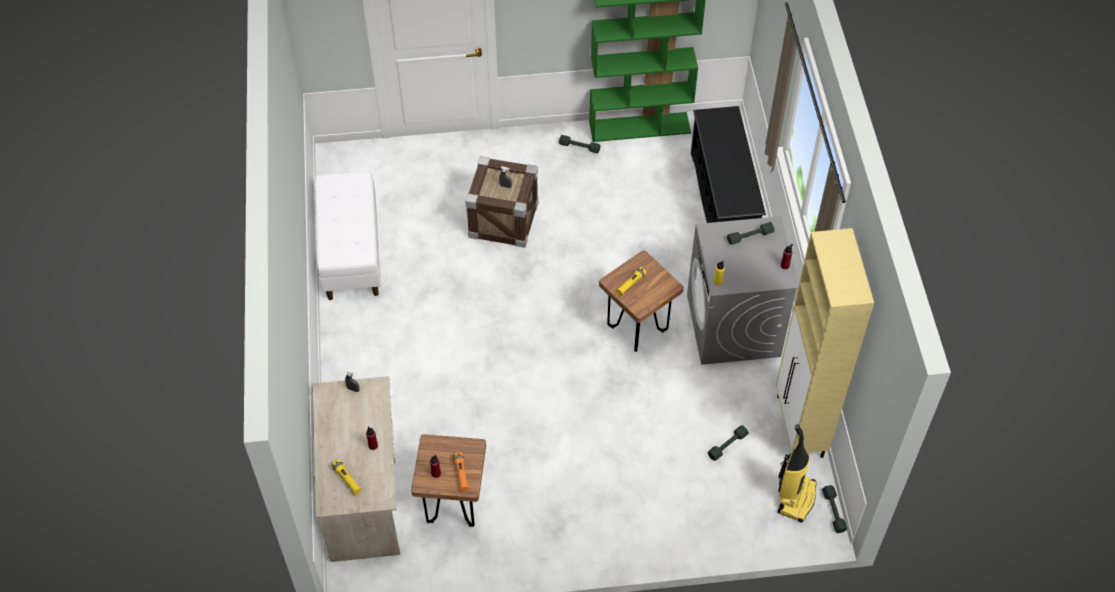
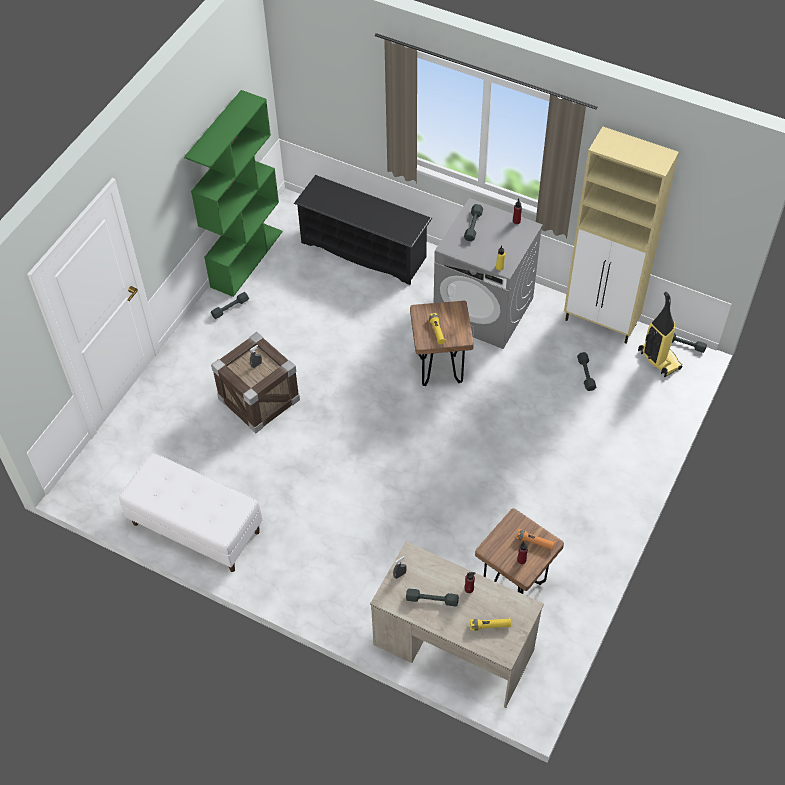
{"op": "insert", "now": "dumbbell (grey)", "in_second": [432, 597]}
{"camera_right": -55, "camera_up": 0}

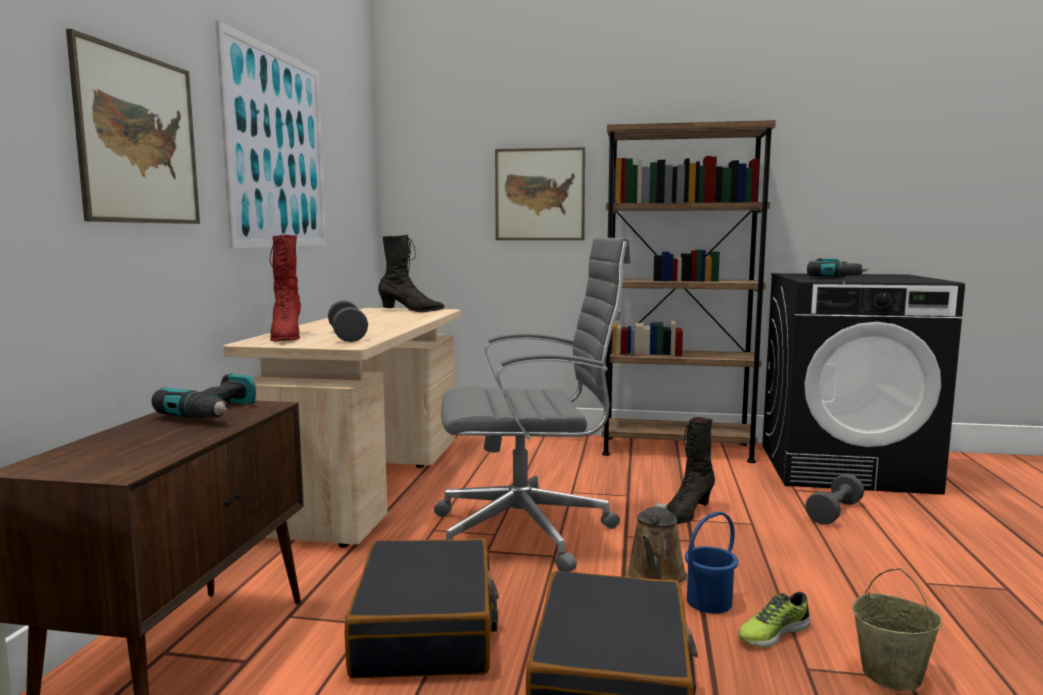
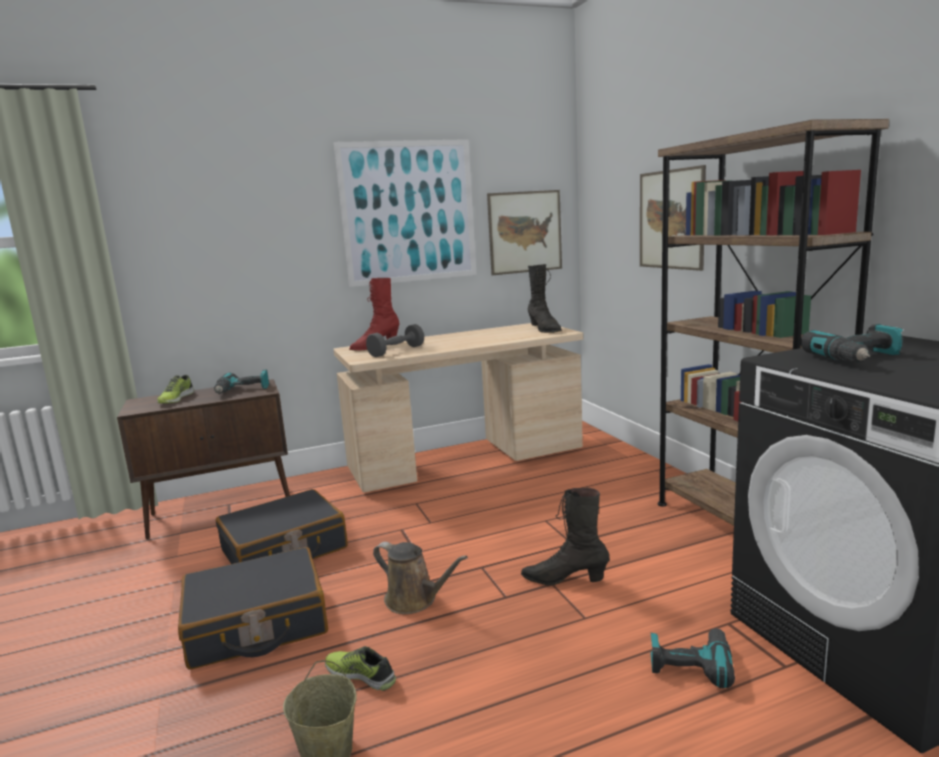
{"op": "move", "was": "picture", "in_first": [133, 126], "in_second": [524, 232]}
{"op": "delete", "was": "office chair (grey)", "in_first": [532, 405]}
{"op": "replace", "was": "dumbbell (grey)", "now": "power drill", "in_first": [835, 499], "in_second": [692, 658]}
{"op": "rotate", "was": "watering can (brown)", "in_first": [656, 543], "in_second": [420, 578], "clockwise": -135}
{"op": "delete", "was": "bucket (blue)", "in_first": [711, 563]}
{"op": "insert", "now": "shoe", "in_second": [175, 389]}
{"camera_right": 60, "camera_up": 5}

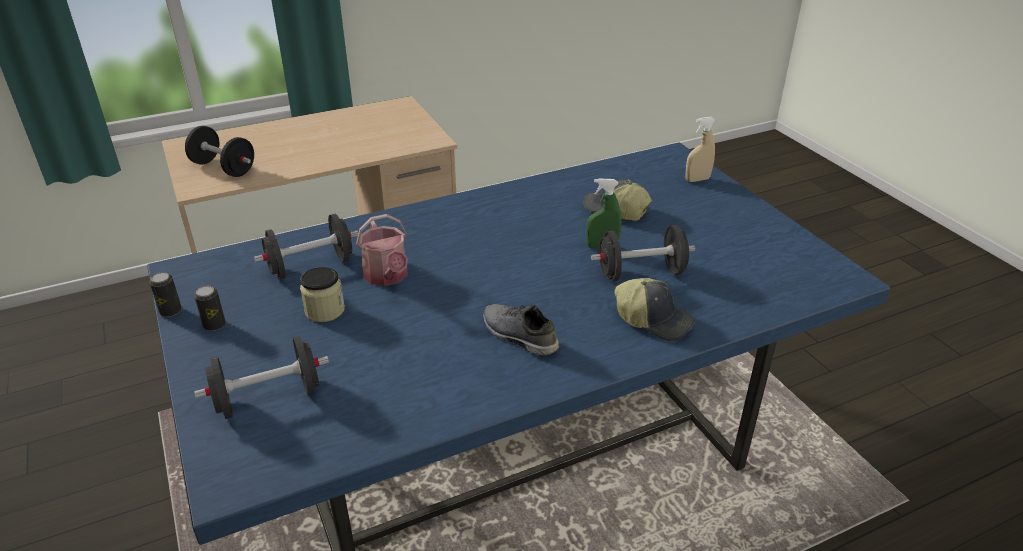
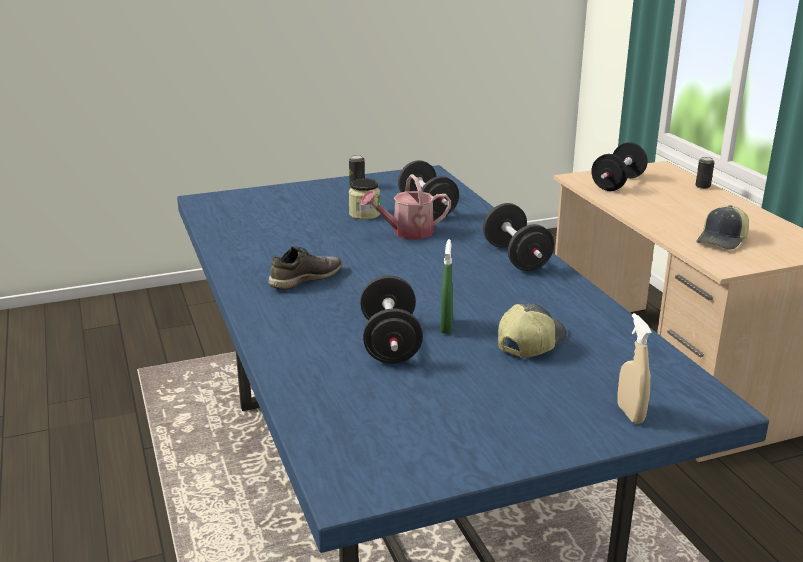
{"op": "move", "was": "can", "in_first": [165, 294], "in_second": [705, 173]}
{"op": "move", "was": "cap", "in_first": [654, 309], "in_second": [722, 227]}
{"op": "move", "was": "dumbbell (black)", "in_first": [261, 377], "in_second": [518, 237]}
{"camera_right": 95, "camera_up": -10}

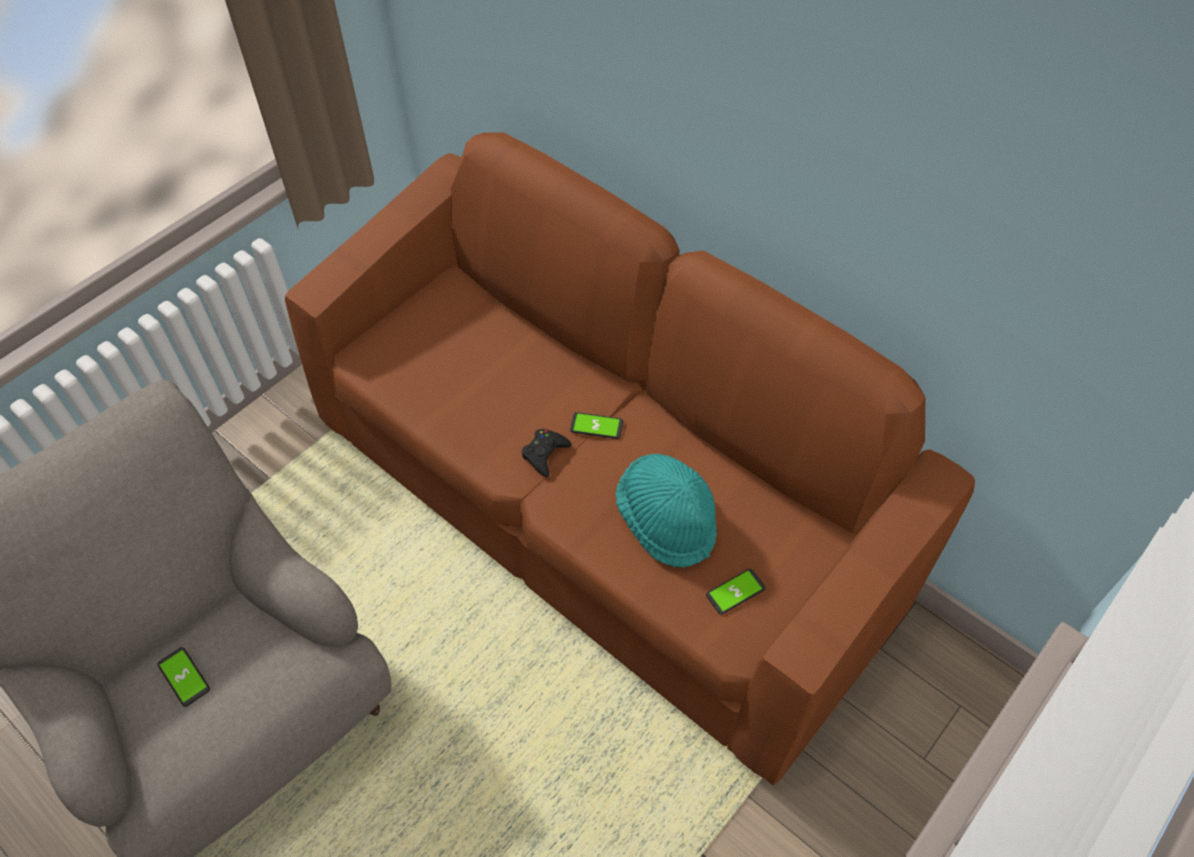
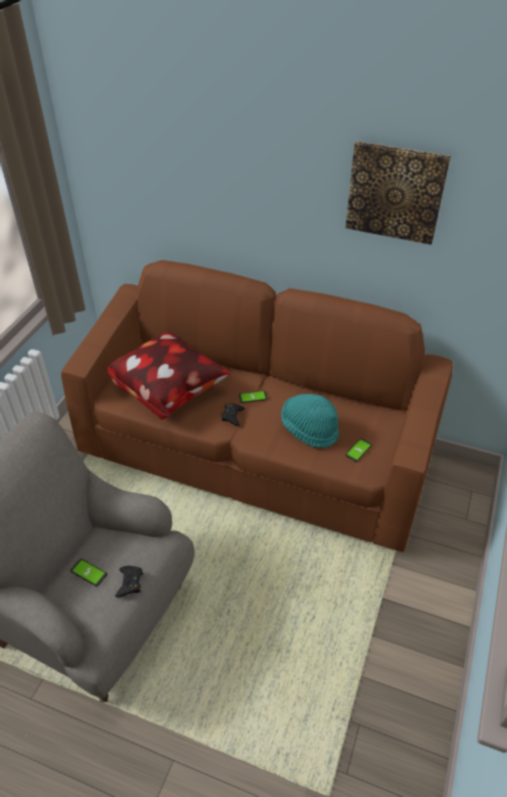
{"op": "insert", "now": "picture", "in_second": [398, 193]}
{"op": "insert", "now": "pillow", "in_second": [169, 376]}
{"op": "insert", "now": "game controller (black)", "in_second": [129, 581]}
{"camera_right": -20, "camera_up": -10}

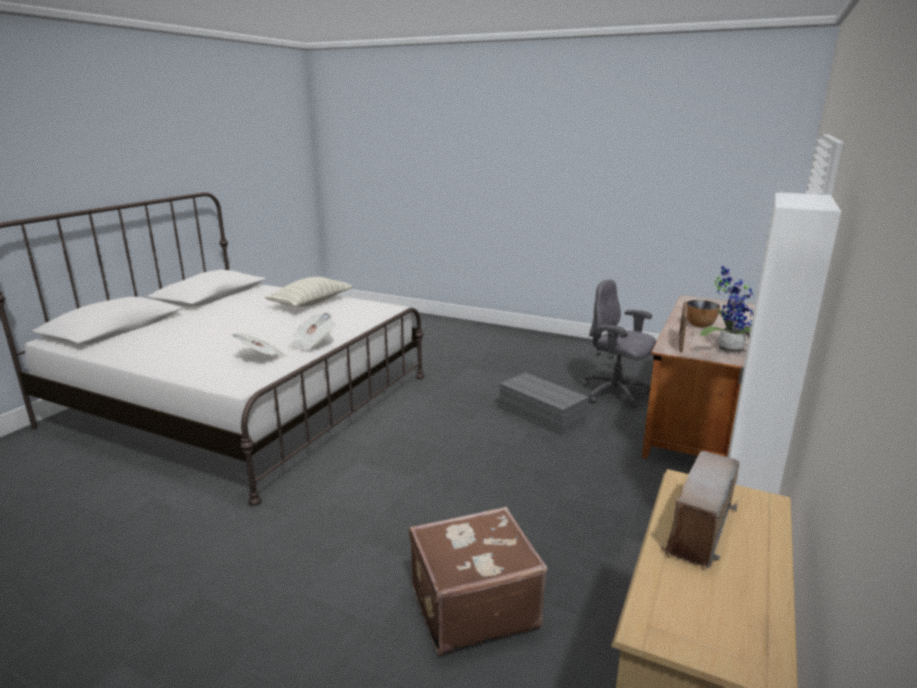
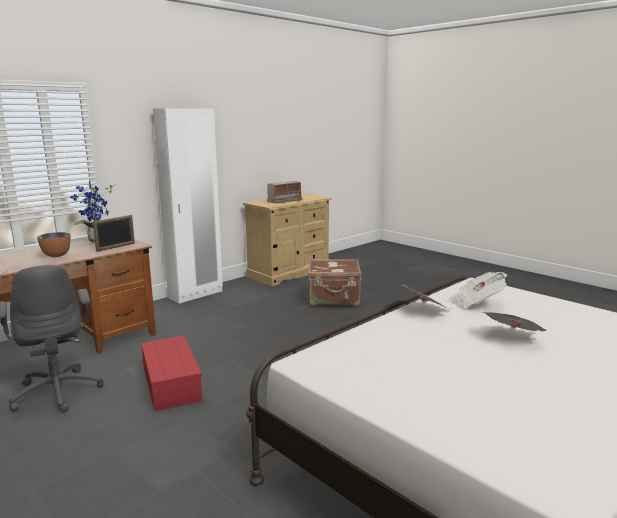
{"op": "delete", "was": "pillow", "in_first": [309, 292]}
{"op": "recolor", "was": "storage box (grey)", "now": "storage box (red)", "in_first": [544, 404], "in_second": [171, 374]}
{"op": "insert", "now": "newspaper", "in_second": [514, 322]}
{"camera_right": -160, "camera_up": -5}

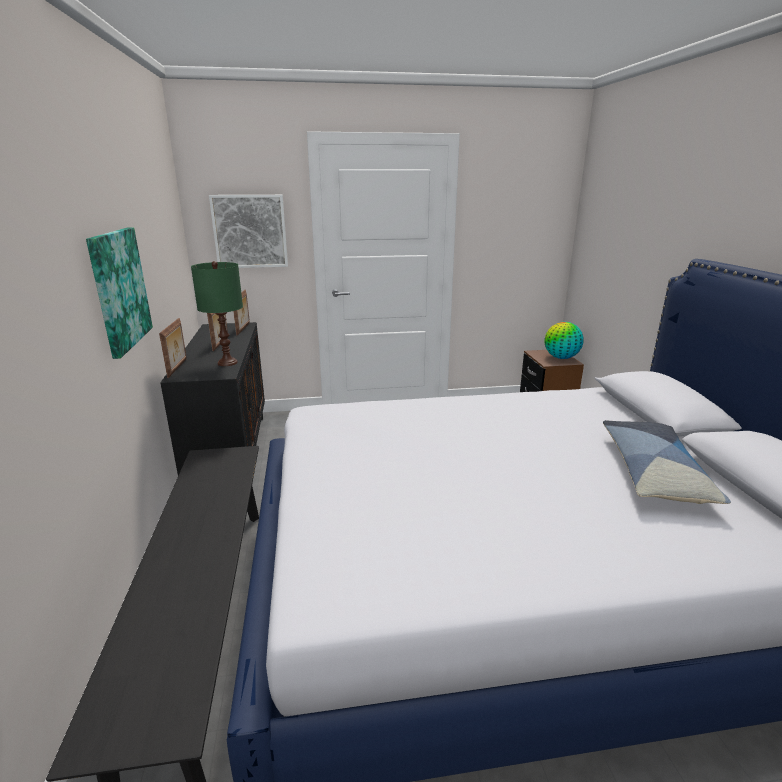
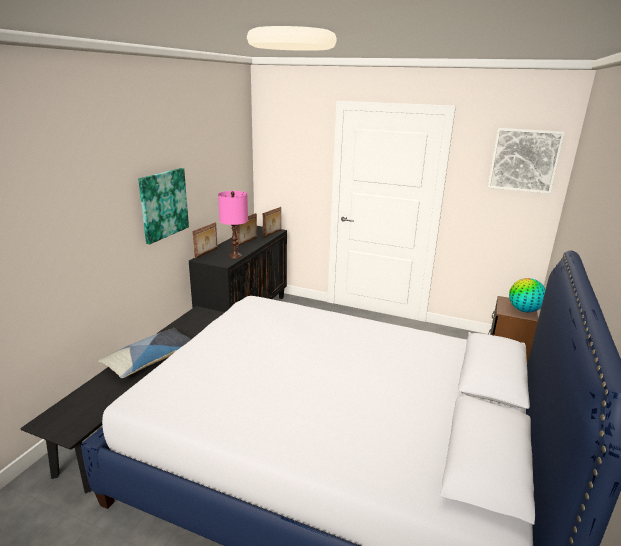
{"op": "move", "was": "picture", "in_first": [248, 231], "in_second": [526, 161]}
{"op": "recolor", "was": "table lamp (green)", "now": "table lamp (pink)", "in_first": [217, 313], "in_second": [233, 225]}
{"op": "move", "was": "pillow", "in_first": [667, 462], "in_second": [144, 353]}
{"camera_right": 30, "camera_up": 0}

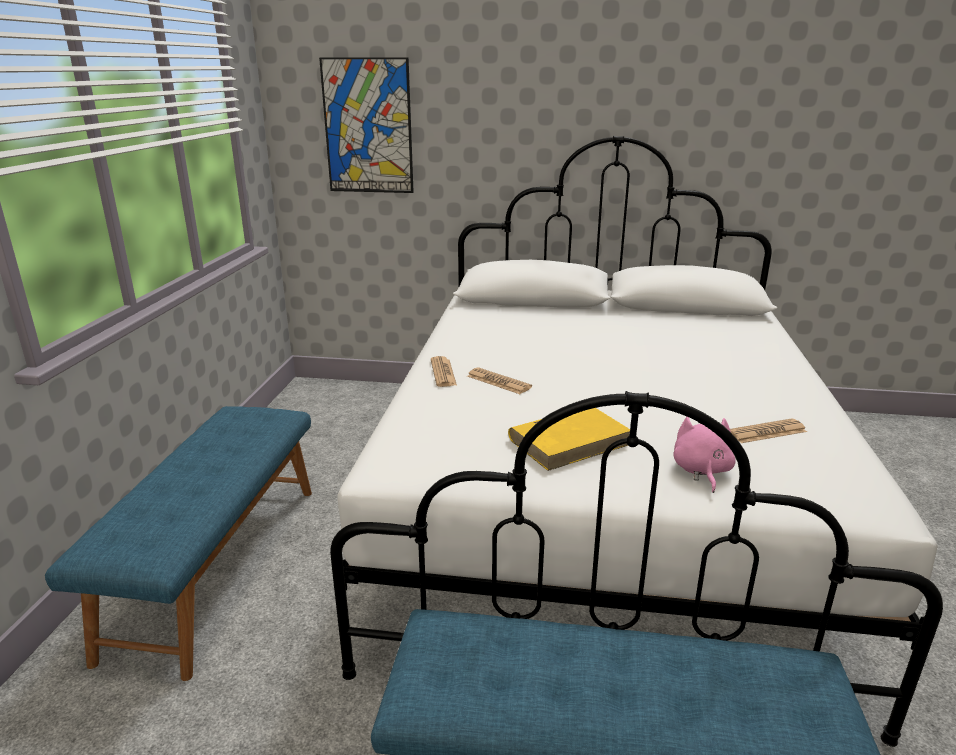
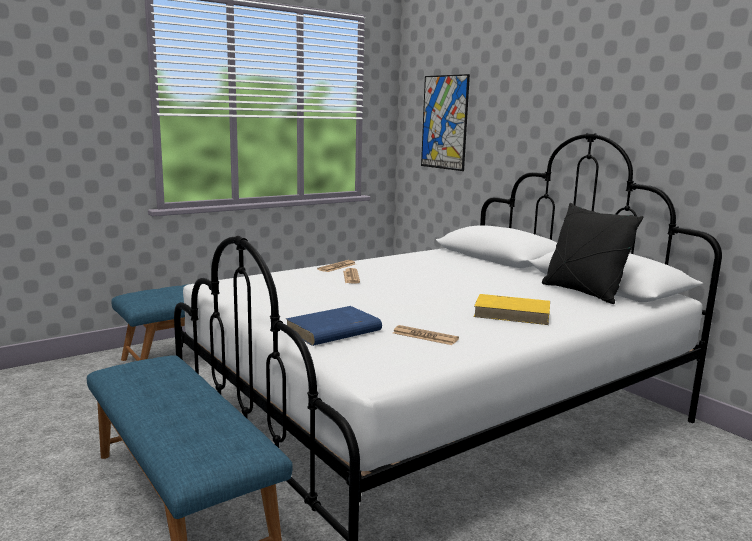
{"op": "move", "was": "book (yellow)", "in_first": [569, 439], "in_second": [511, 309]}
{"op": "replace", "was": "plush toy (pink)", "now": "book (blue)", "in_first": [704, 455], "in_second": [334, 326]}
{"op": "insert", "now": "pillow (black)", "in_second": [593, 253]}
{"camera_right": 45, "camera_up": -10}

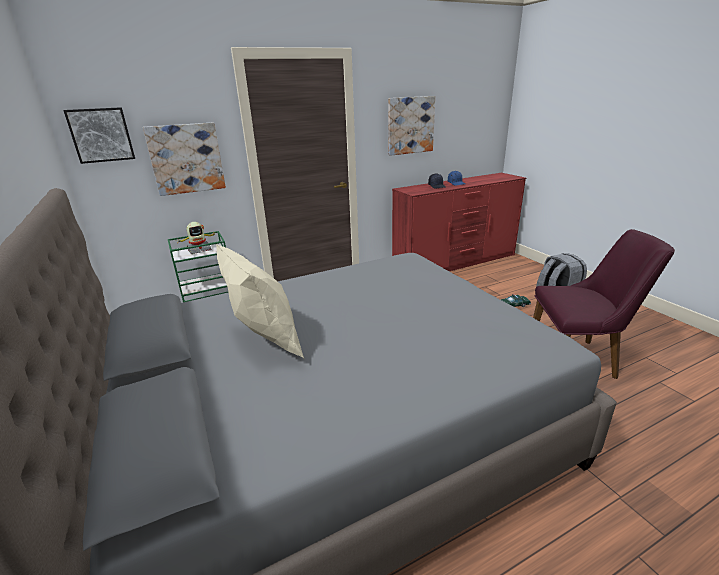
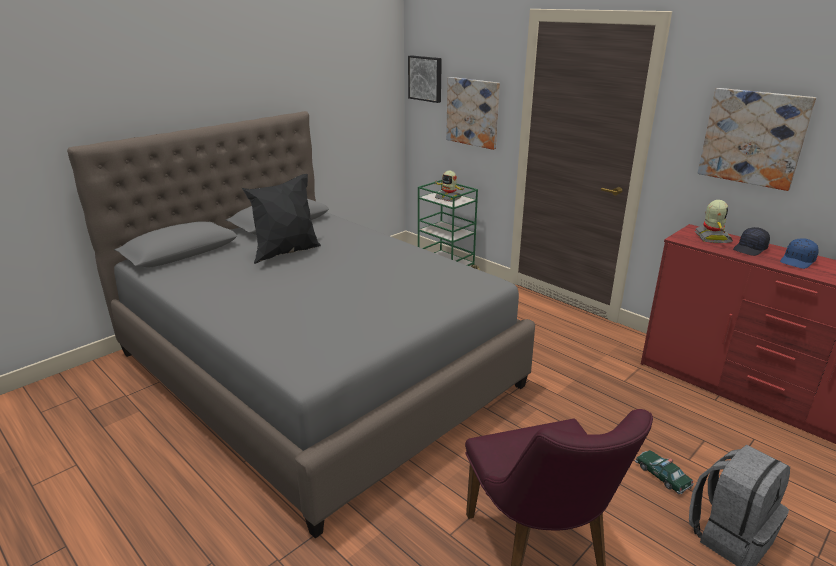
{"op": "recolor", "was": "pillow (beige)", "now": "pillow (black)", "in_first": [260, 301], "in_second": [281, 219]}
{"op": "insert", "now": "toy robot", "in_second": [714, 221]}
{"camera_right": 70, "camera_up": 0}

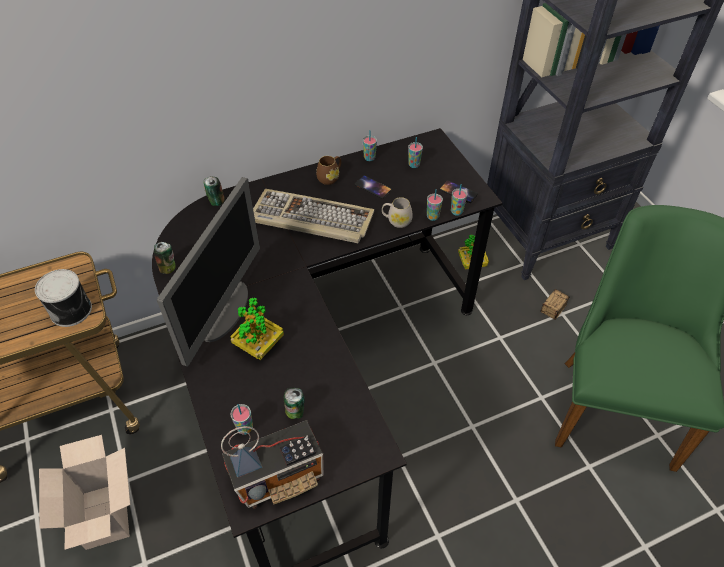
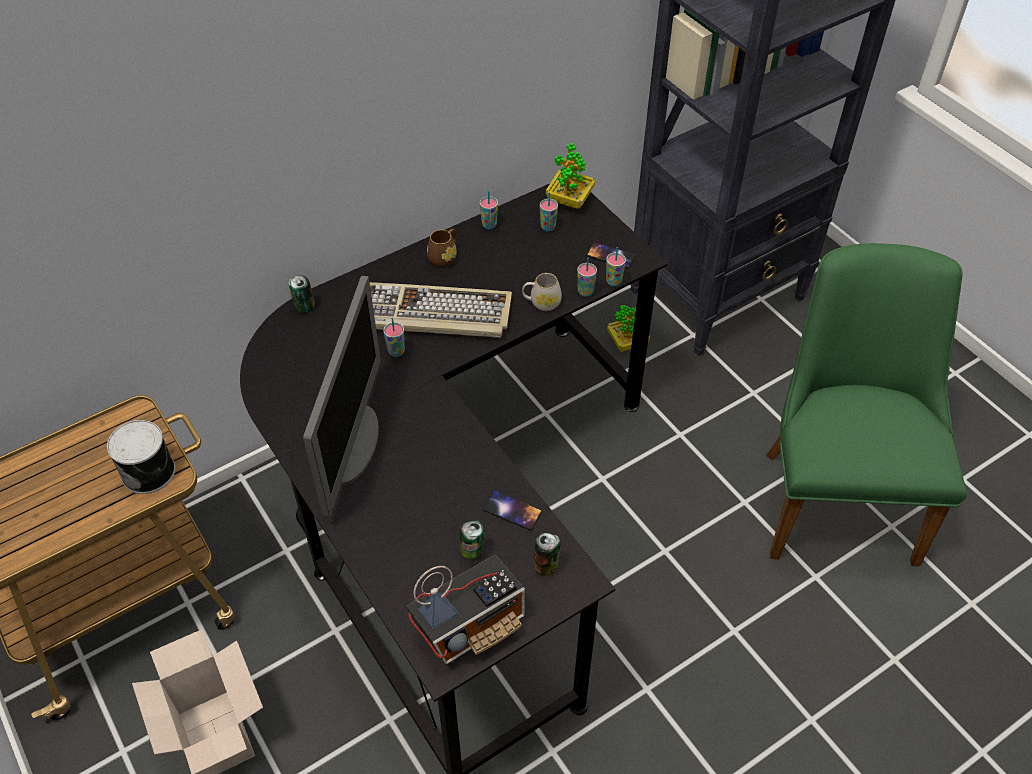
{"op": "move", "was": "phone", "in_first": [373, 187], "in_second": [512, 511]}
{"op": "move", "was": "can", "in_first": [164, 258], "in_second": [547, 554]}
{"op": "delete", "was": "storage box", "in_first": [554, 304]}
{"op": "move", "was": "potted plant", "in_first": [257, 329], "in_second": [570, 176]}
{"op": "move", "was": "cup", "in_first": [242, 419], "in_second": [394, 337]}
{"camera_right": -10, "camera_up": 0}

